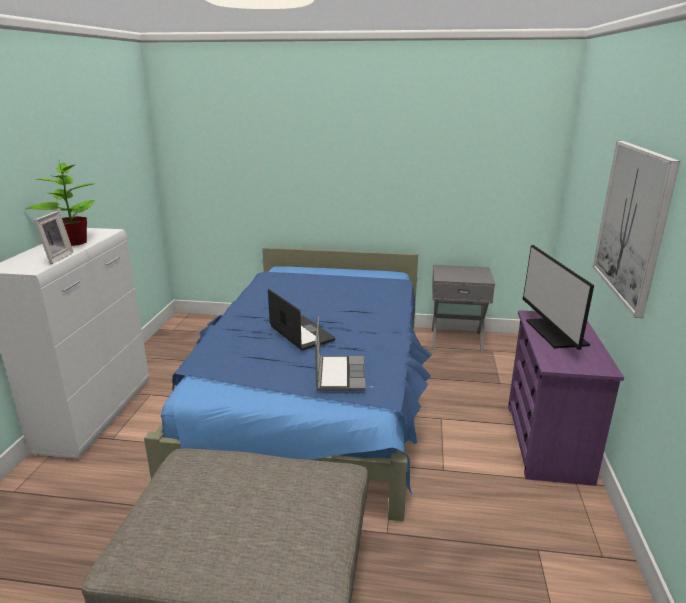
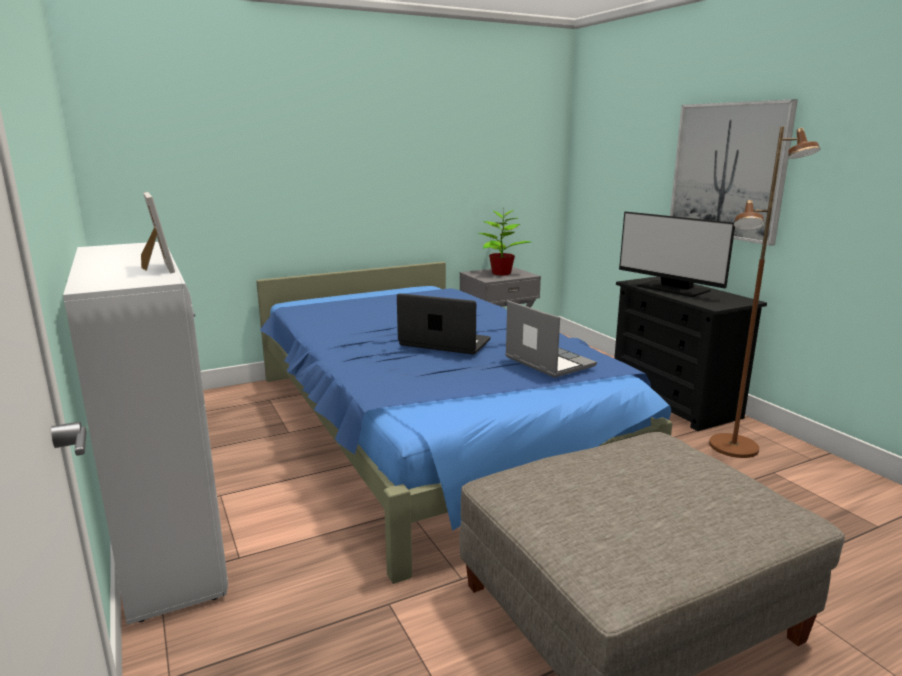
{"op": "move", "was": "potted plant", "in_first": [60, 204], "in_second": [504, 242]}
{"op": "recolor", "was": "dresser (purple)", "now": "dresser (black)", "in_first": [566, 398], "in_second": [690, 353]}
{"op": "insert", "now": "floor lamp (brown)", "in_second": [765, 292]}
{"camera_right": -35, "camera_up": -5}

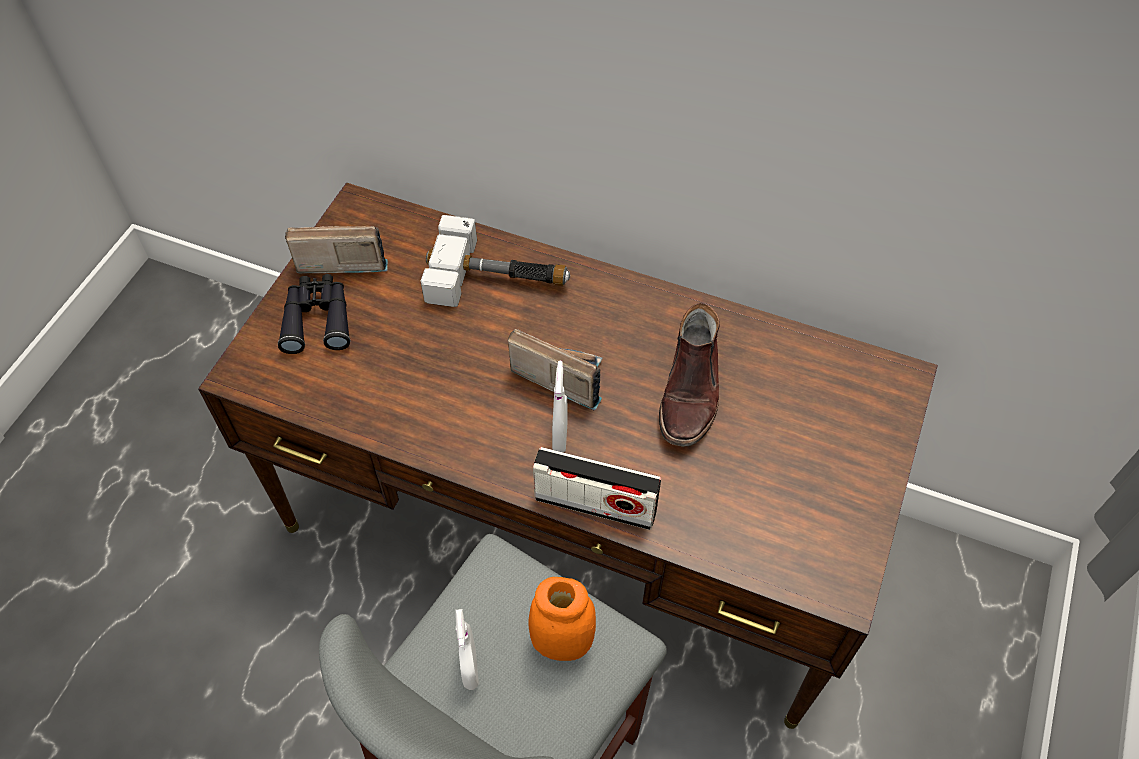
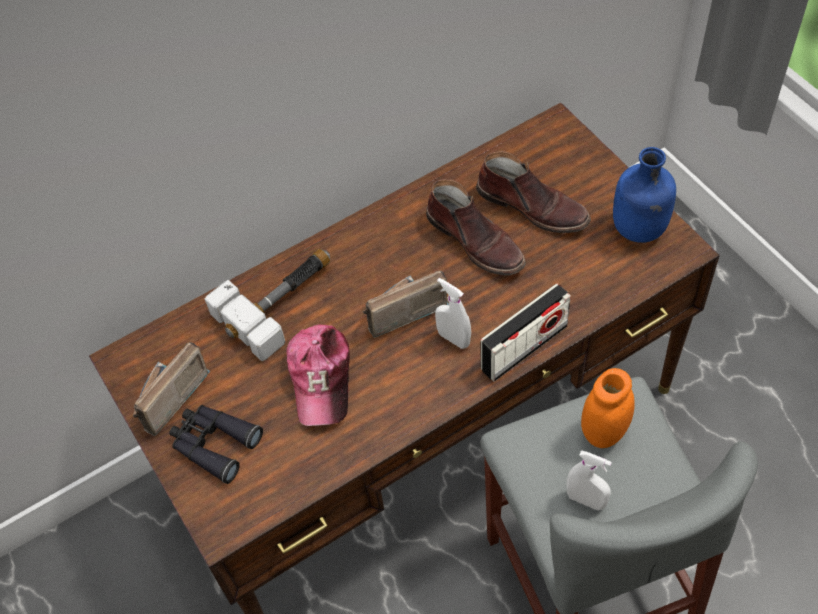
{"op": "insert", "now": "bottle (blue)", "in_second": [644, 195]}
{"op": "insert", "now": "boot (brown)", "in_second": [533, 192]}
{"op": "insert", "now": "cap", "in_second": [318, 375]}
{"camera_right": -50, "camera_up": 0}

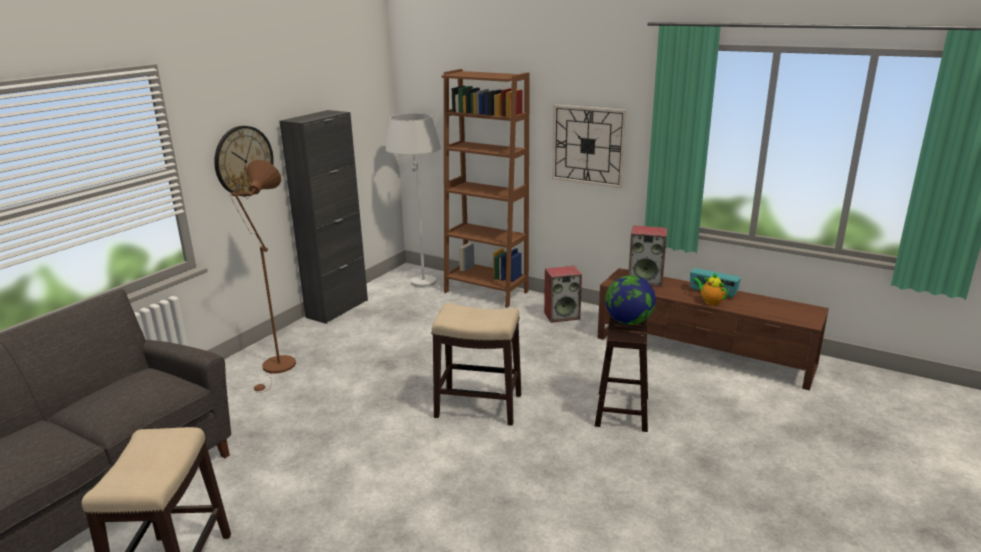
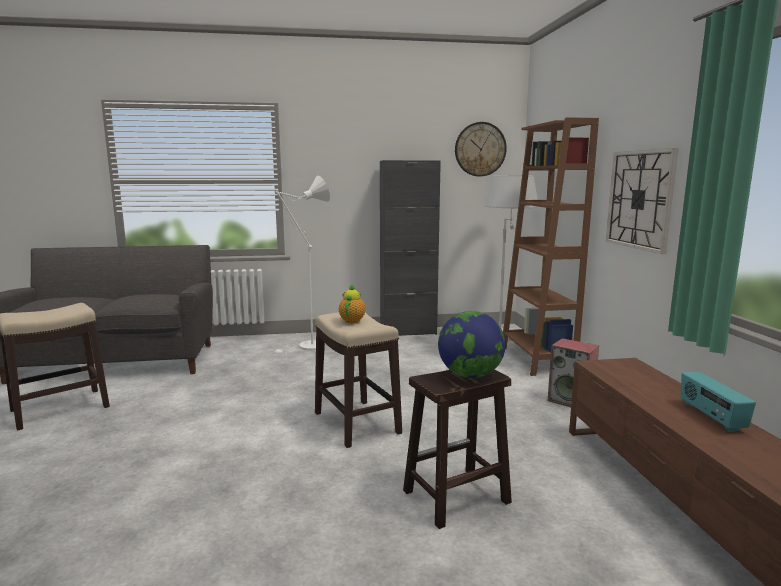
{"op": "move", "was": "wall clock", "in_first": [244, 161], "in_second": [481, 149]}
{"op": "recolor", "was": "floor lamp (brown)", "now": "floor lamp (white)", "in_first": [263, 276], "in_second": [301, 265]}
{"op": "delete", "was": "speaker", "in_first": [647, 256]}
{"op": "move", "was": "teapot", "in_first": [710, 289], "in_second": [352, 303]}
{"camera_right": 50, "camera_up": -10}

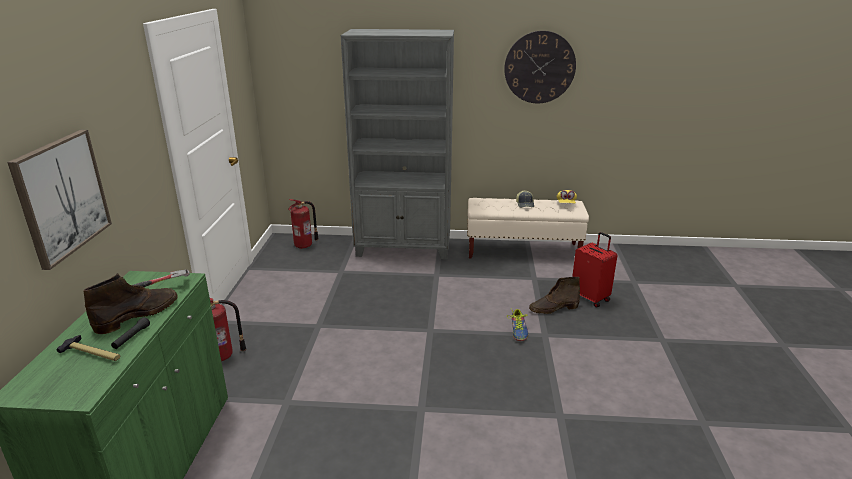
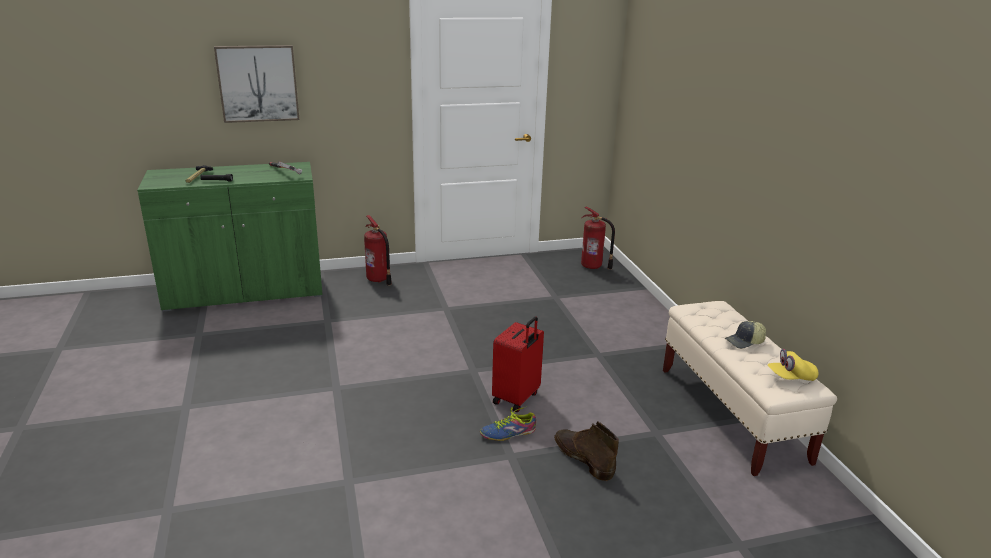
{"op": "delete", "was": "bookcase (grey)", "in_first": [397, 144]}
{"op": "delete", "was": "wall clock", "in_first": [540, 67]}
{"op": "move", "was": "suitcase (red)", "in_first": [595, 269], "in_second": [518, 364]}
{"op": "delete", "was": "boot (brown)", "in_first": [130, 303]}
{"camera_right": 70, "camera_up": 0}

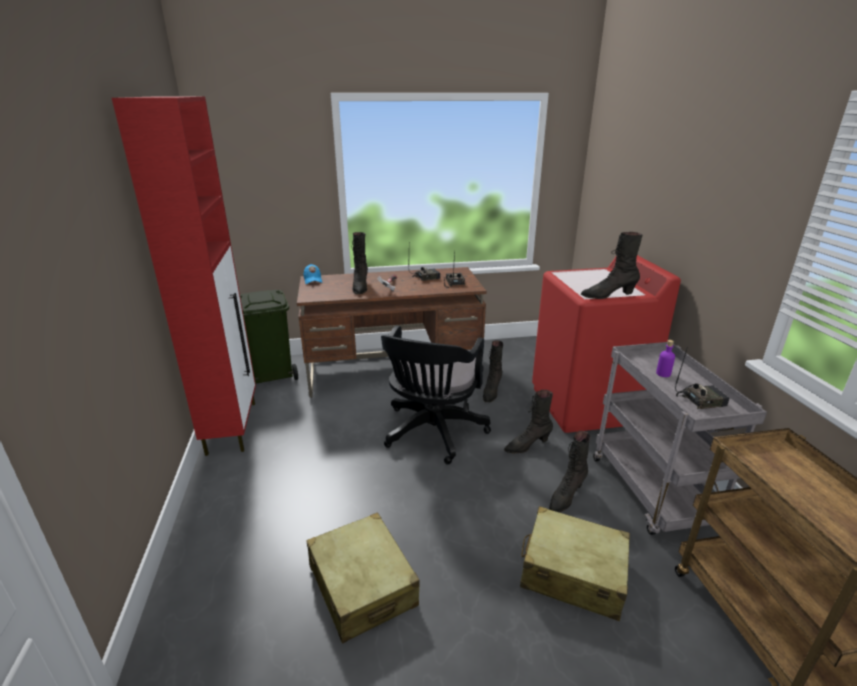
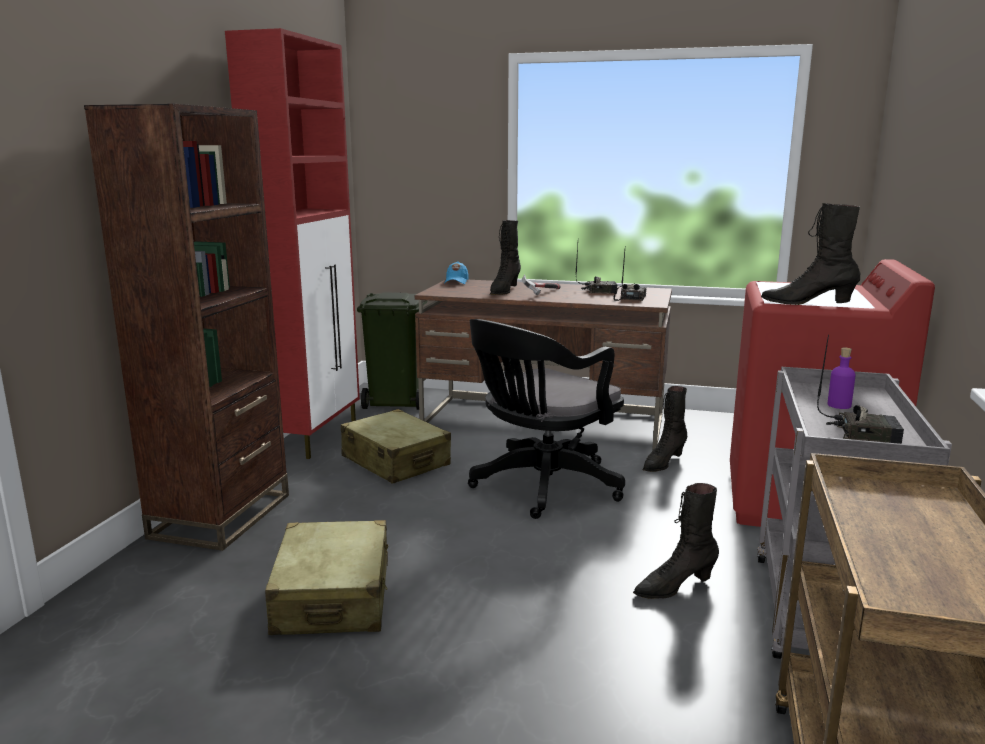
{"op": "delete", "was": "boot (black)", "in_first": [528, 422]}
{"op": "move", "was": "suitcase (beige)", "in_first": [575, 563], "in_second": [396, 446]}
{"op": "insert", "now": "bookcase (brown)", "in_second": [186, 327]}
{"camera_right": 25, "camera_up": -10}

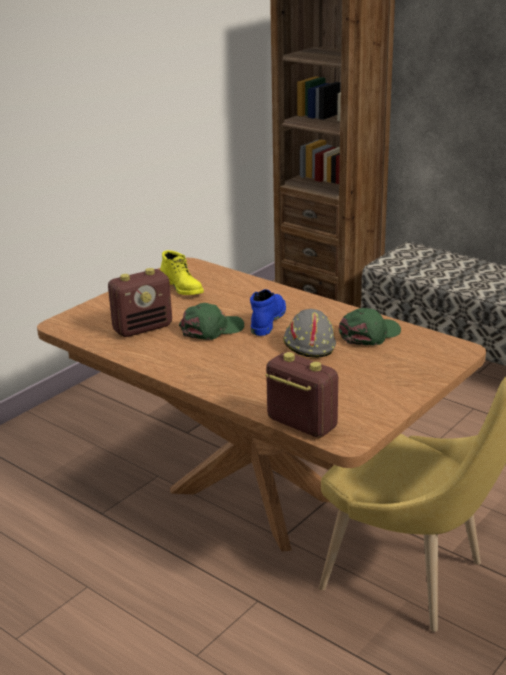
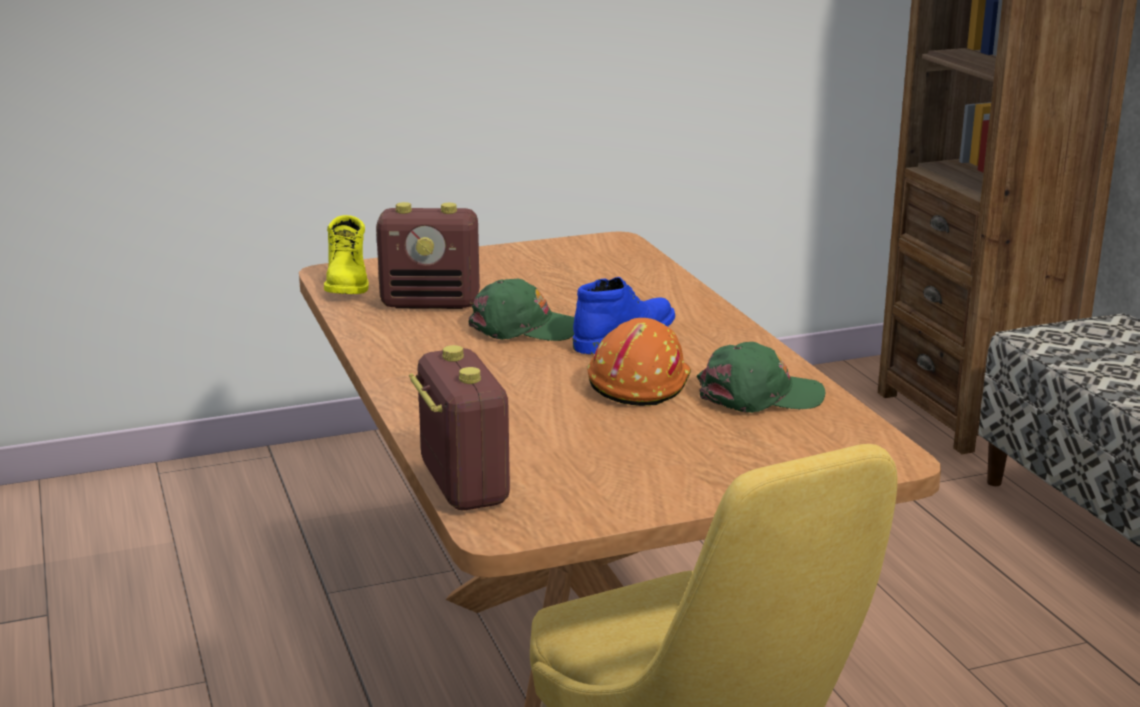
{"op": "move", "was": "boot (yellow)", "in_first": [182, 272], "in_second": [346, 254]}
{"op": "recolor", "was": "hard hat (grey)", "now": "hard hat (orange)", "in_first": [309, 333], "in_second": [639, 362]}
{"camera_right": 30, "camera_up": -5}

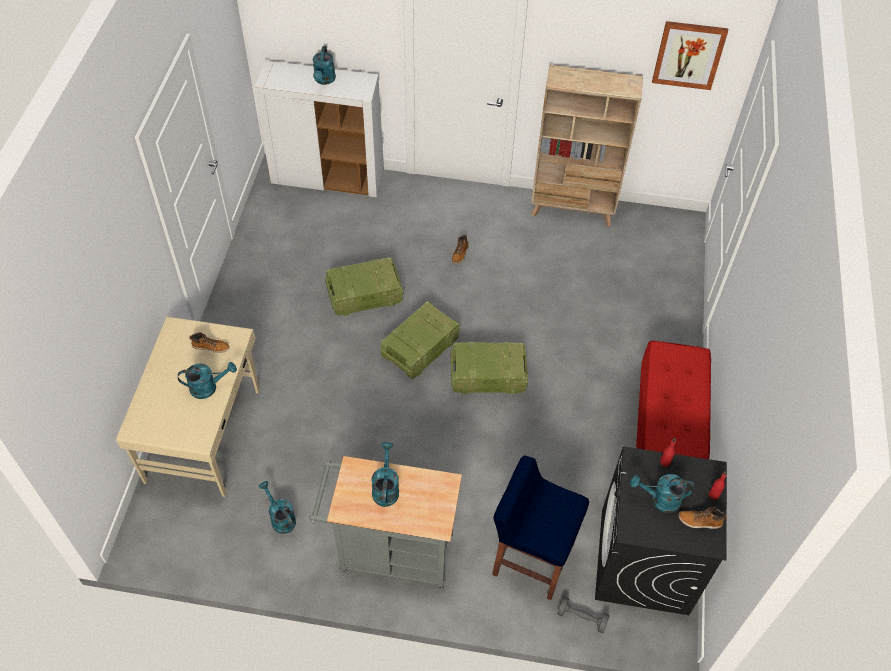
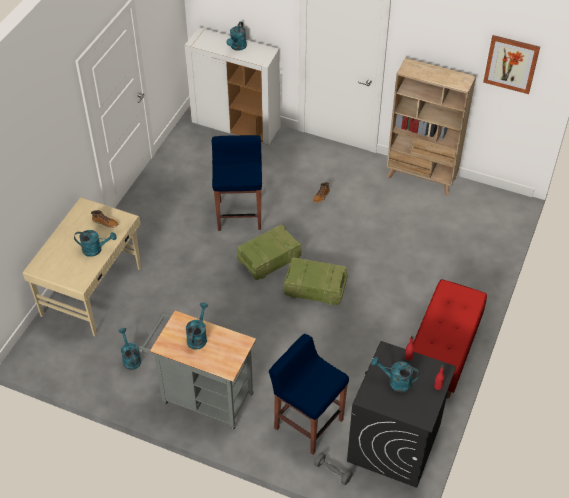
{"op": "replace", "was": "crate", "now": "stool (blue)", "in_first": [364, 286], "in_second": [237, 183]}
{"op": "delete", "was": "boot", "in_first": [703, 518]}
{"camera_right": 15, "camera_up": -5}

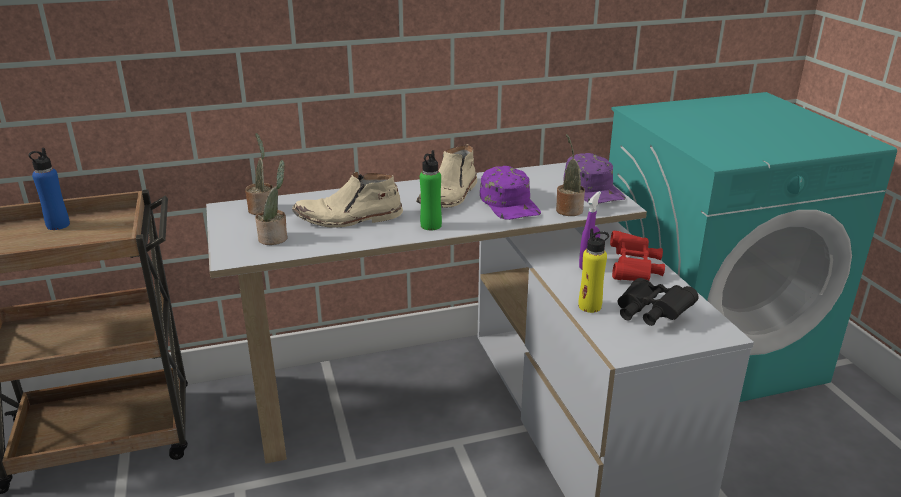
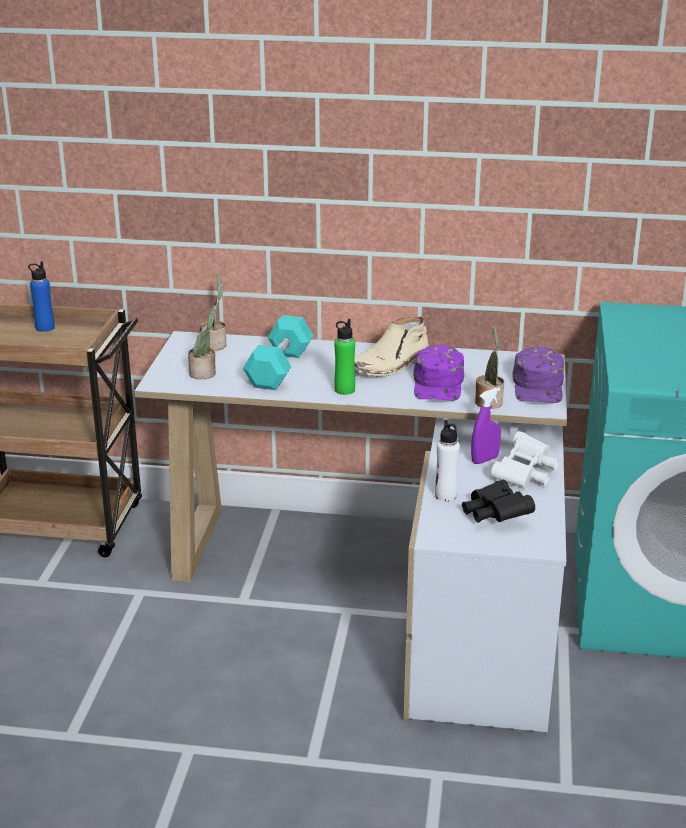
{"op": "replace", "was": "boot (beige)", "now": "dumbbell (turquoise)", "in_first": [347, 200], "in_second": [278, 352]}
{"op": "recolor", "was": "bottle (yellow)", "now": "bottle (white)", "in_first": [594, 270], "in_second": [447, 460]}
{"op": "recolor", "was": "binoculars (red)", "now": "binoculars (white)", "in_first": [637, 256], "in_second": [524, 459]}
{"camera_right": 25, "camera_up": 0}

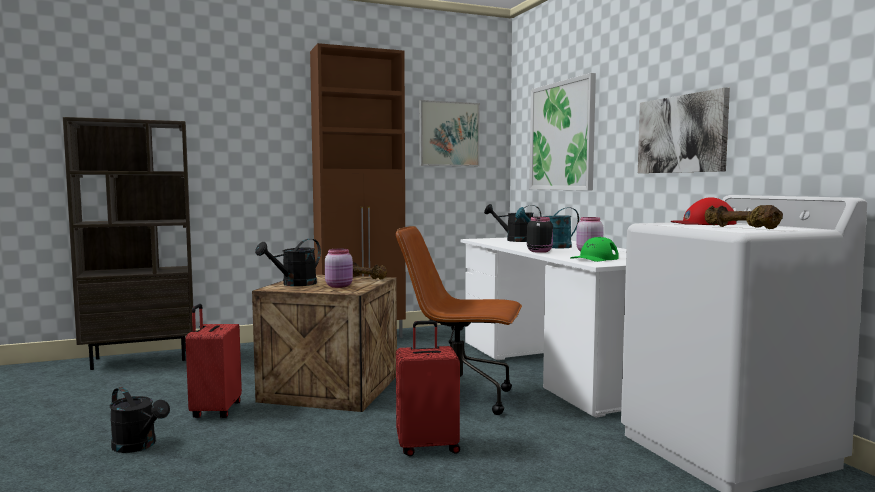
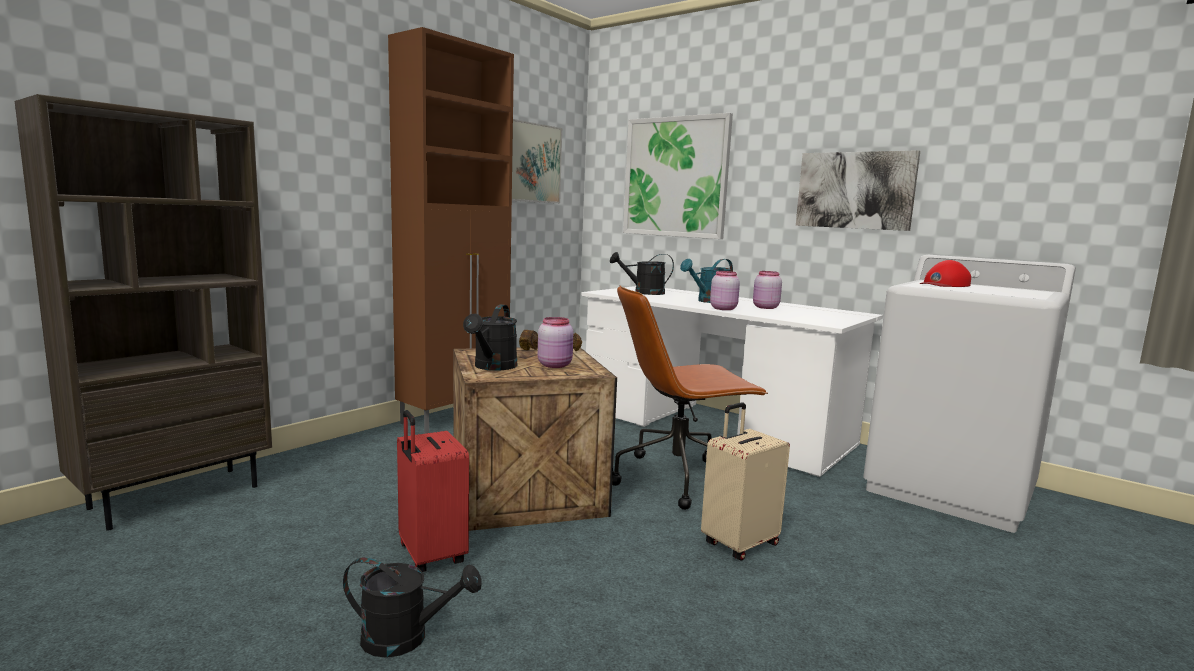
{"op": "delete", "was": "dumbbell (brown)", "in_first": [743, 217]}
{"op": "recolor", "was": "jar (black)", "now": "jar (pink)", "in_first": [540, 235], "in_second": [725, 290]}
{"op": "delete", "was": "cap (green)", "in_first": [594, 249]}
{"op": "recolor", "was": "suitcase (red)", "now": "suitcase (beige)", "in_first": [428, 388], "in_second": [745, 481]}
{"camera_right": -30, "camera_up": 5}

